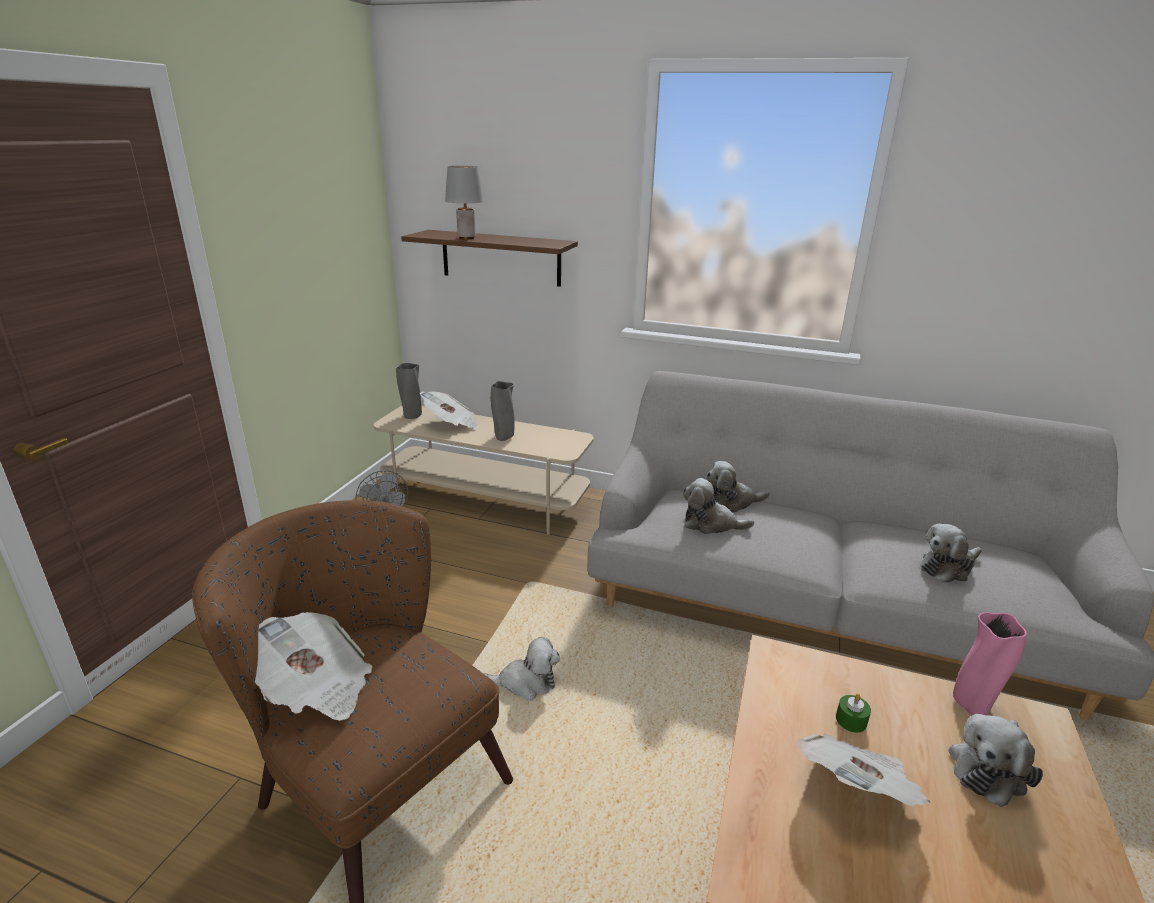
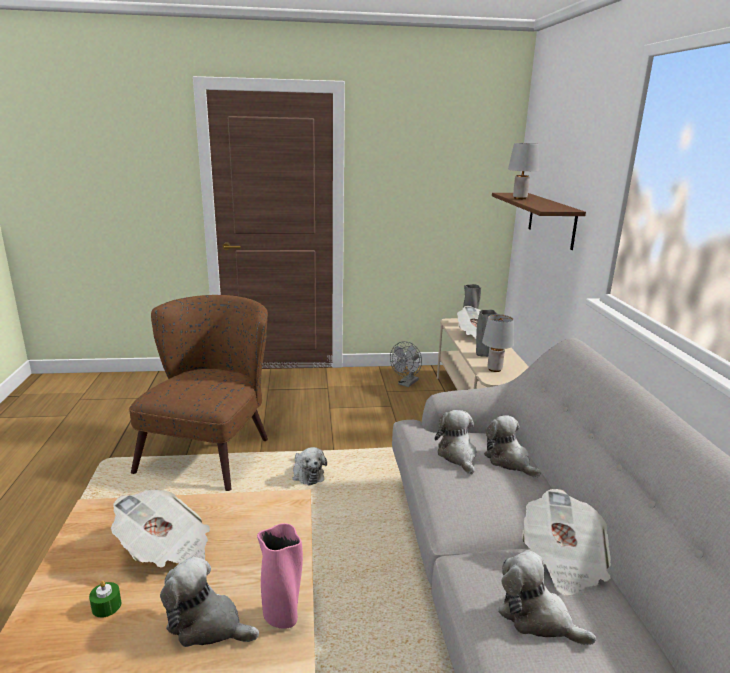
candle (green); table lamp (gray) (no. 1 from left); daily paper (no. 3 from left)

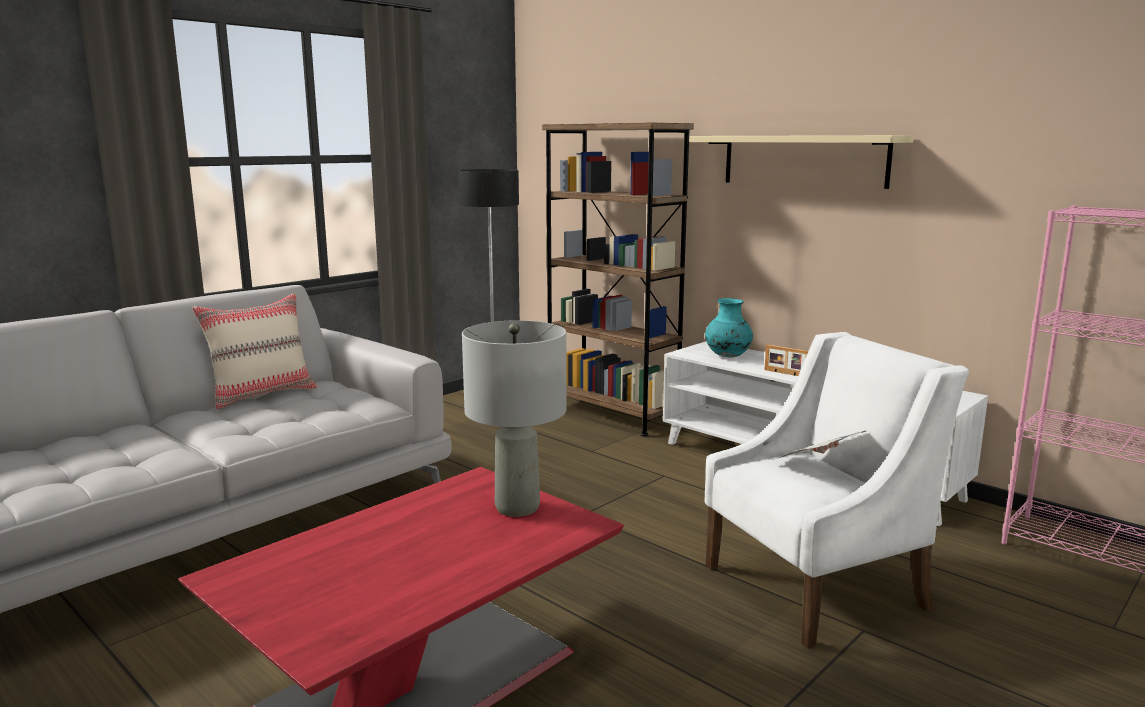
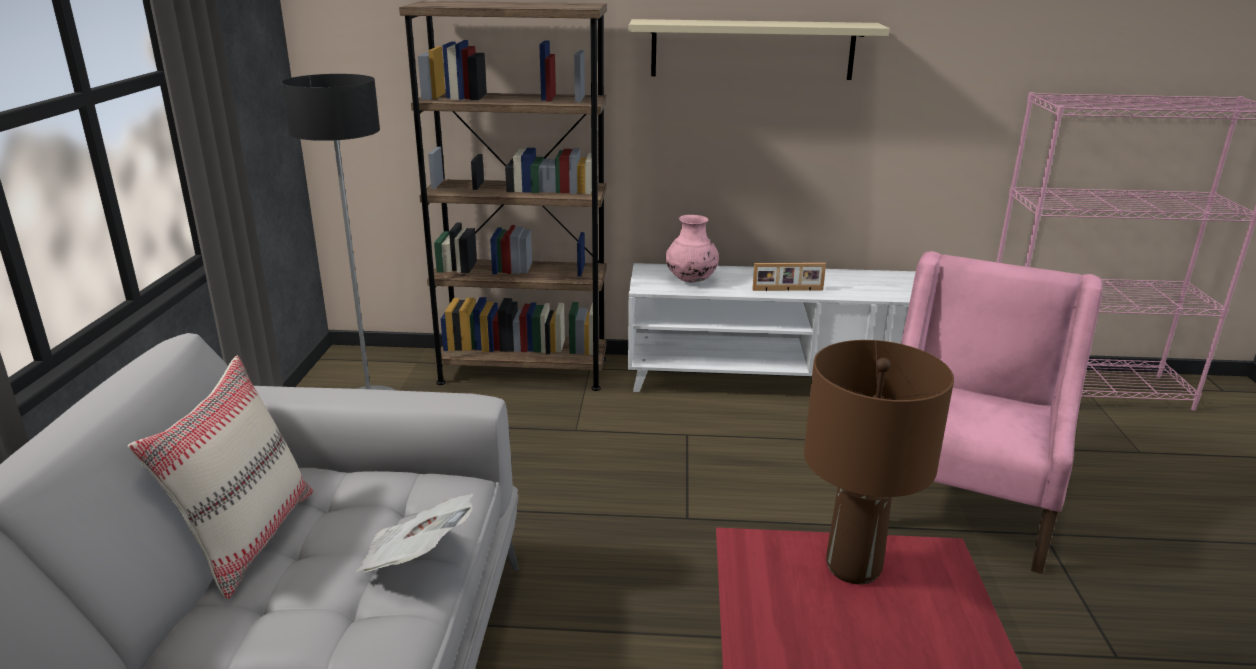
daily paper; vase (pink-coloured); table lamp (brownish); lounge chair (pink-coloured)

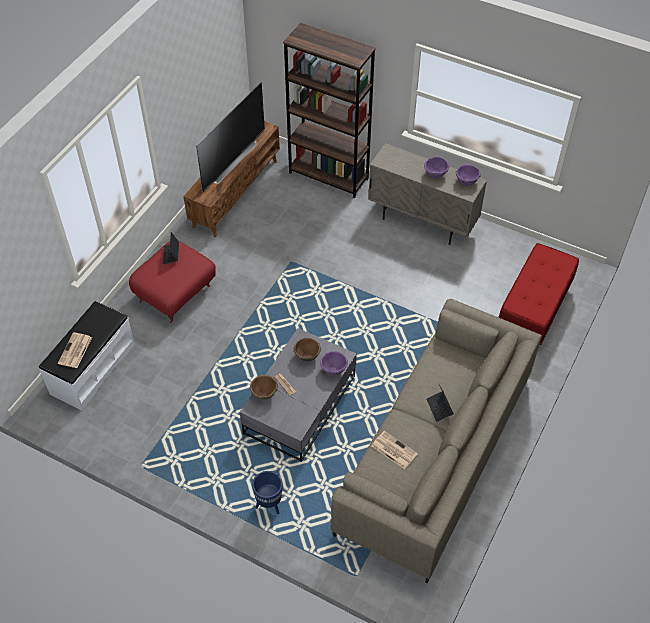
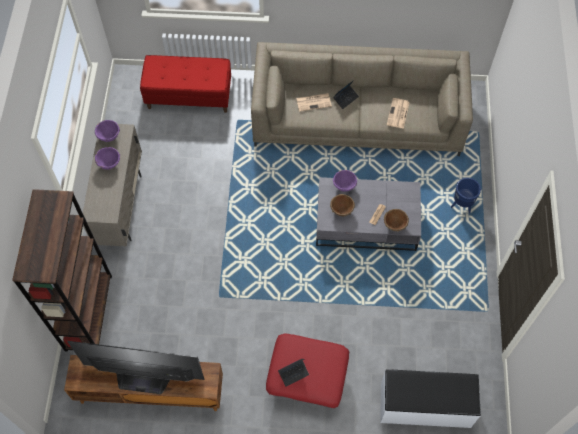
daily paper (no. 1 from left)

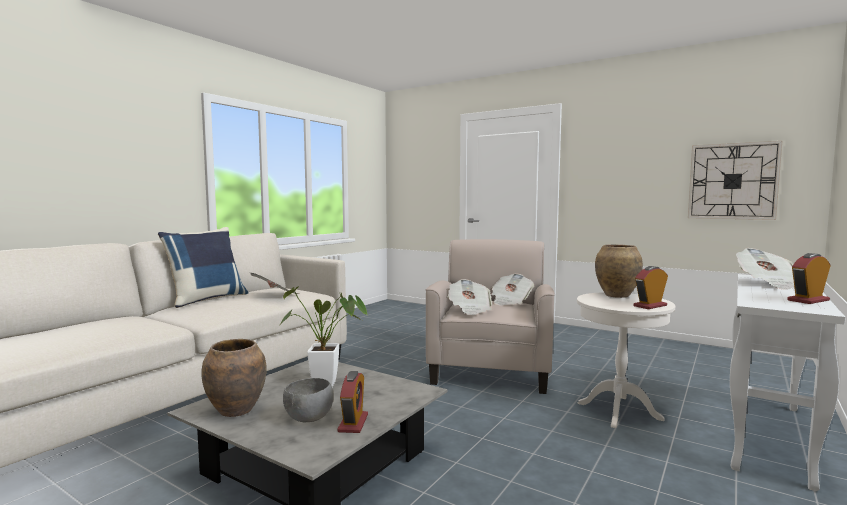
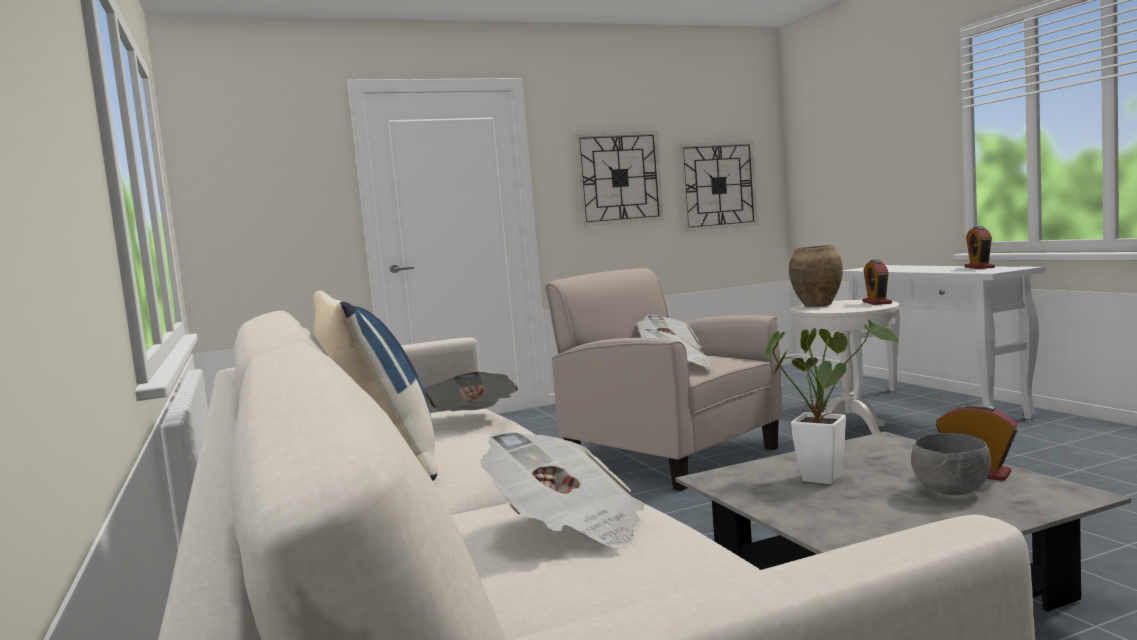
daily paper (no. 2 from left); clock on the wall (no. 1 from left); vase (brownish) (no. 1 from left in the first image)

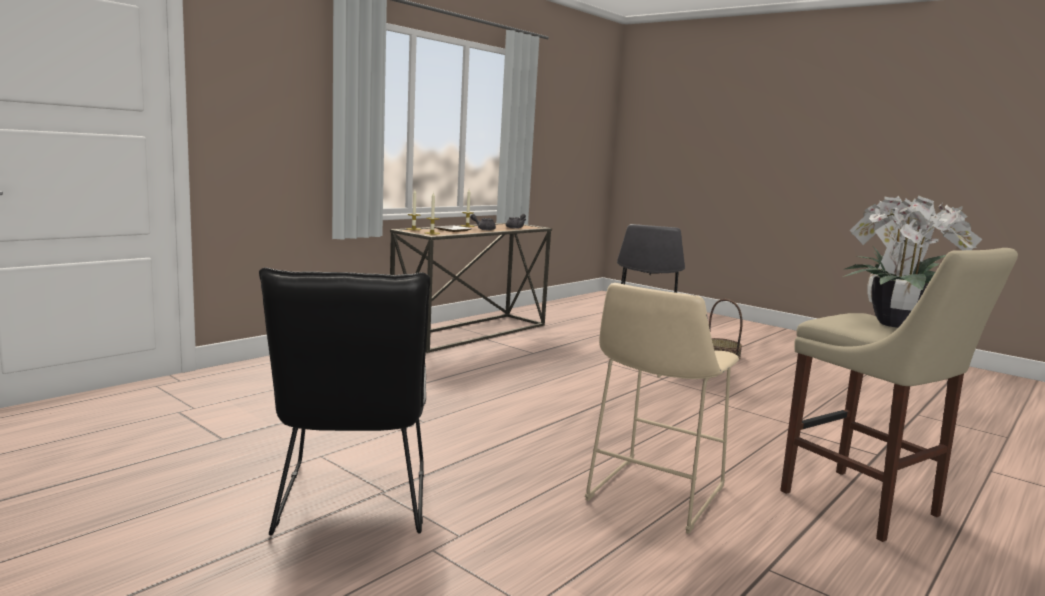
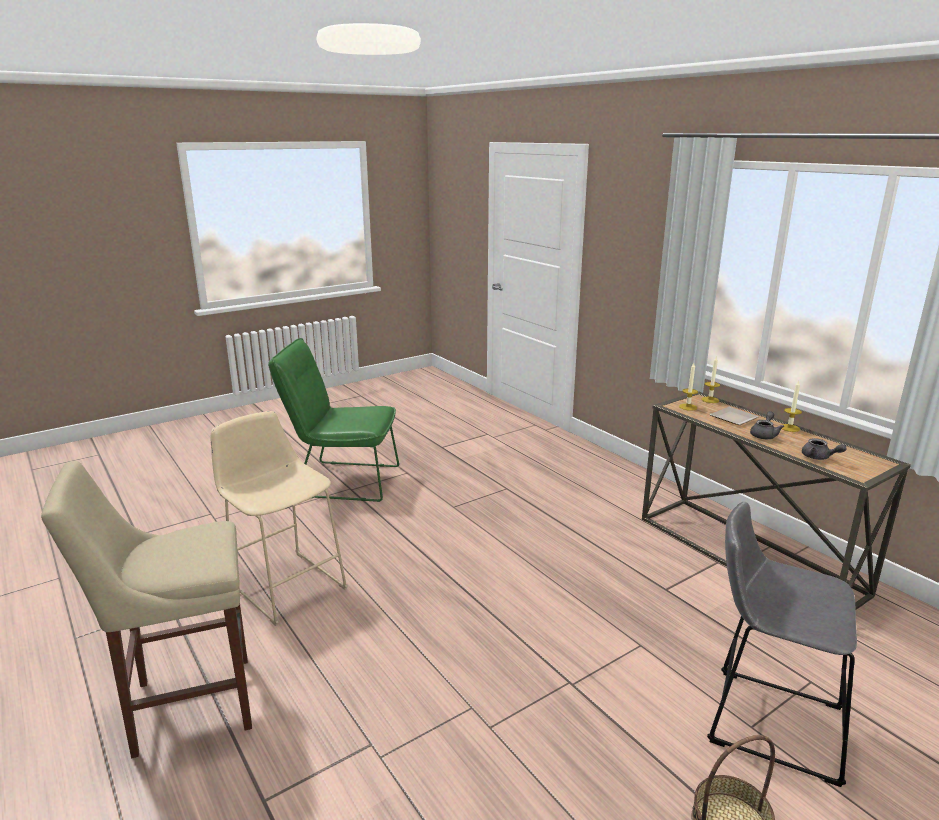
plain chair (green); plant in a pot

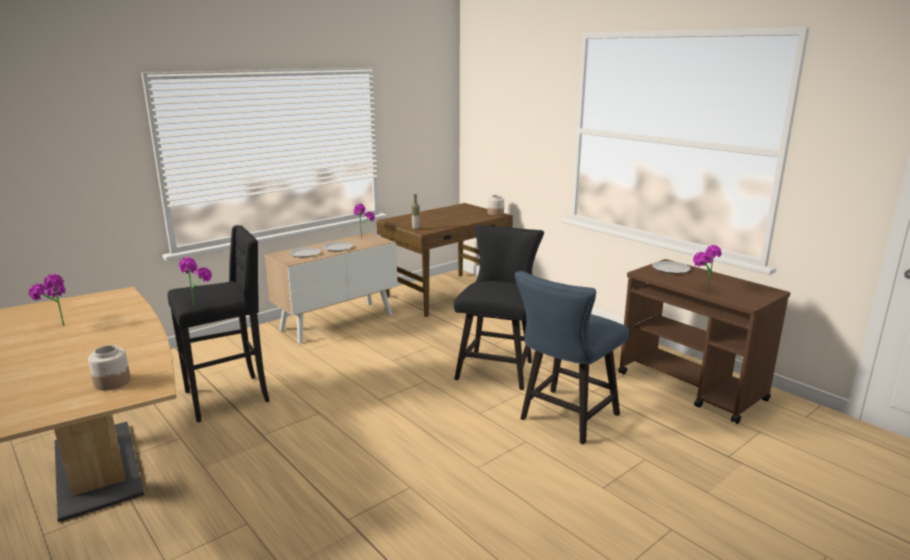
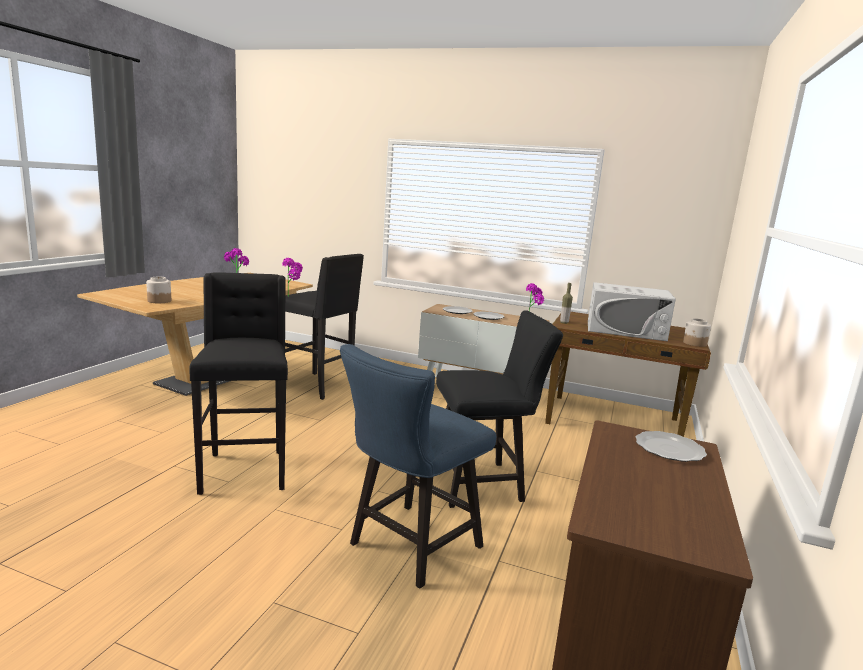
sitting stool (black) (no. 1 from left); plain chair (bluish); microwave oven (whitish); plant in a pot (no. 4 from left in the first image)

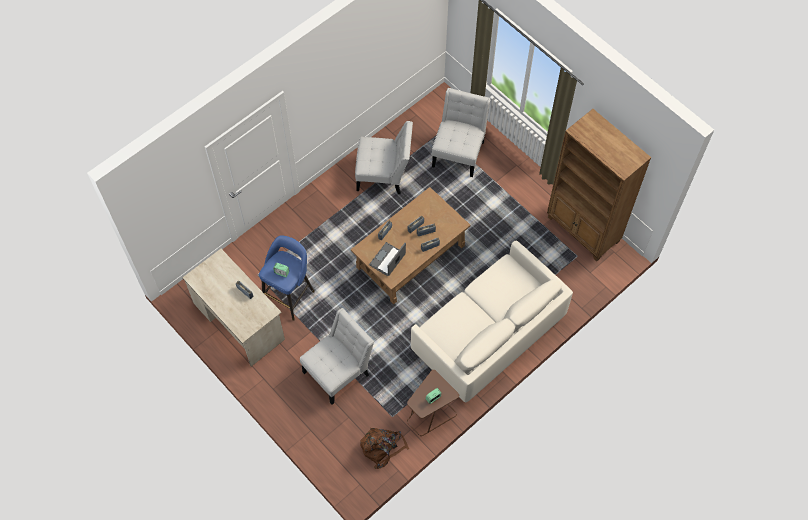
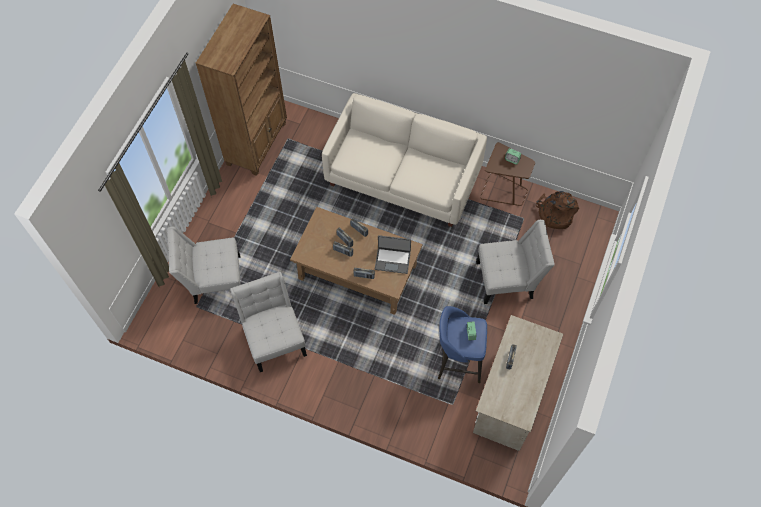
plain chair (whitish) (no. 3 from left)

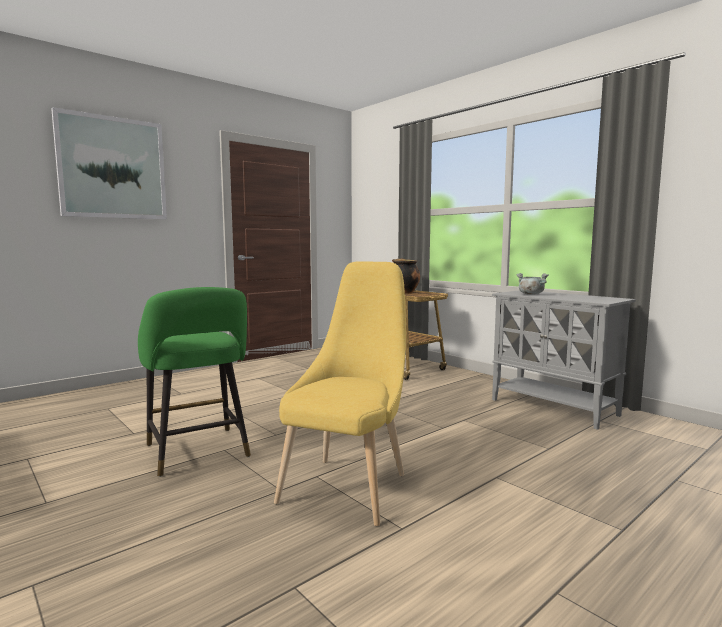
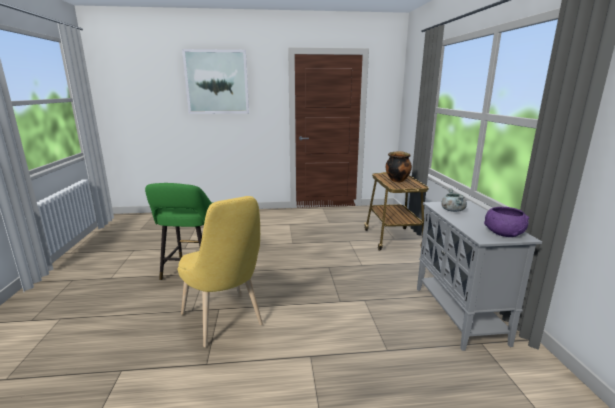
plain chair (yellow); bowl (purple-coloured)

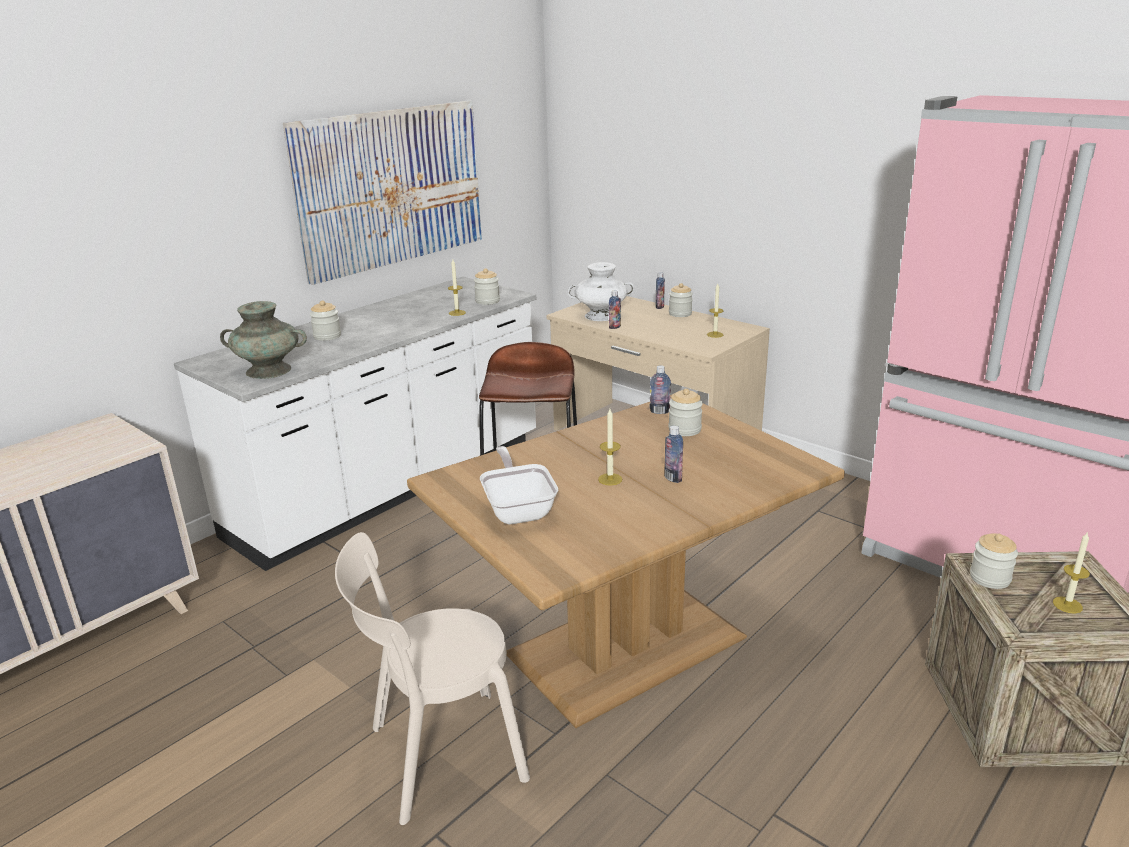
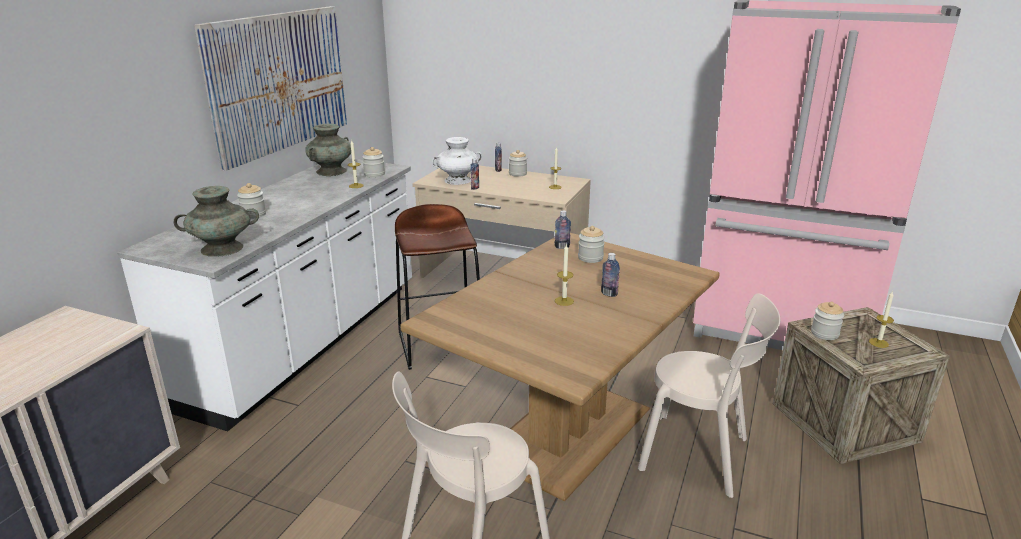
vase (blue-green) (no. 2 from left); plain chair (beige-coloured) (no. 2 from left); skillet

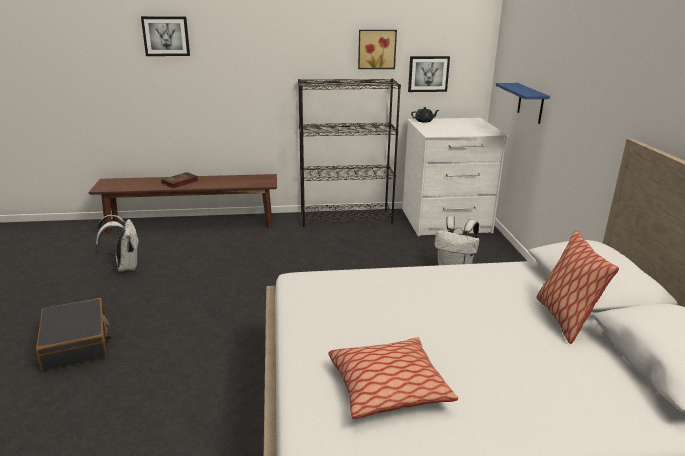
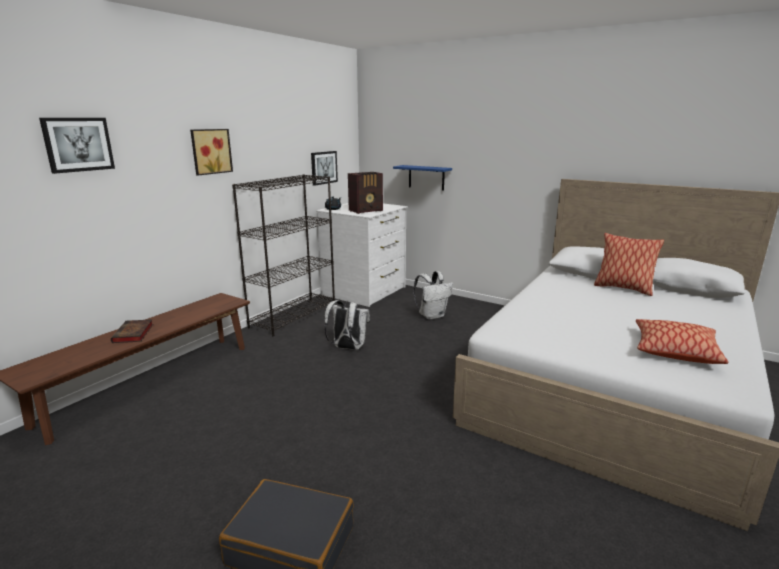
picture (no. 2 from left); backpack (whitish) (no. 1 from left); radio

